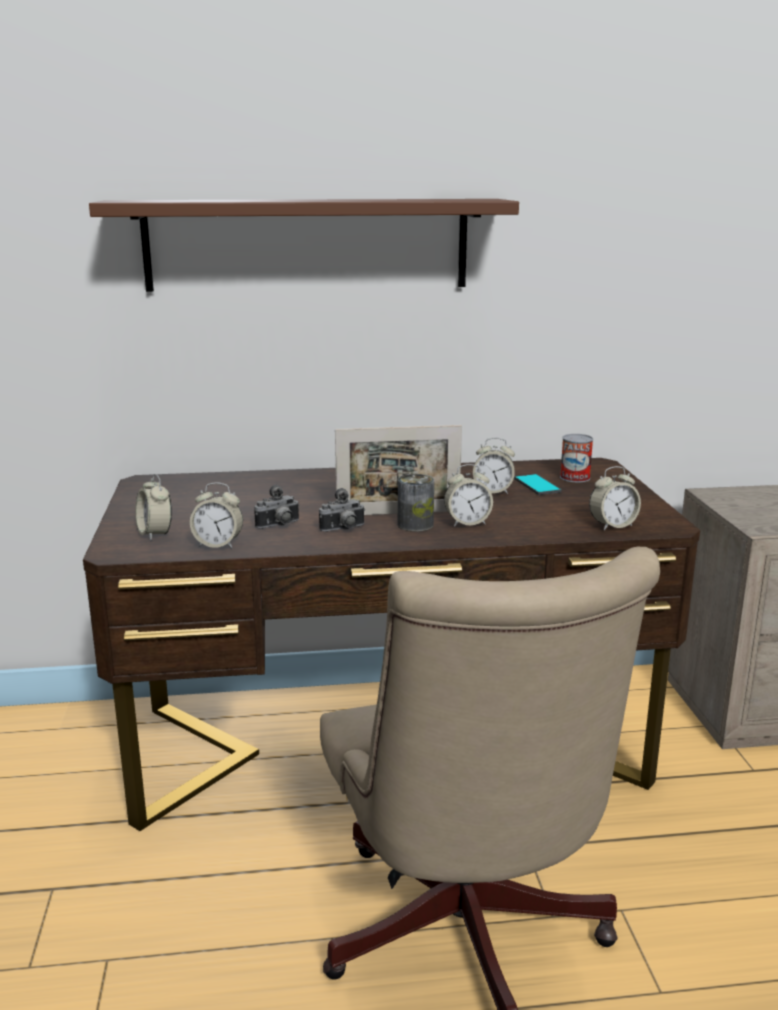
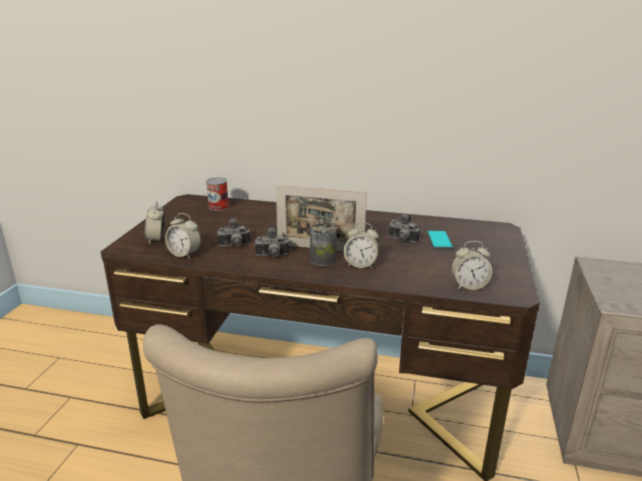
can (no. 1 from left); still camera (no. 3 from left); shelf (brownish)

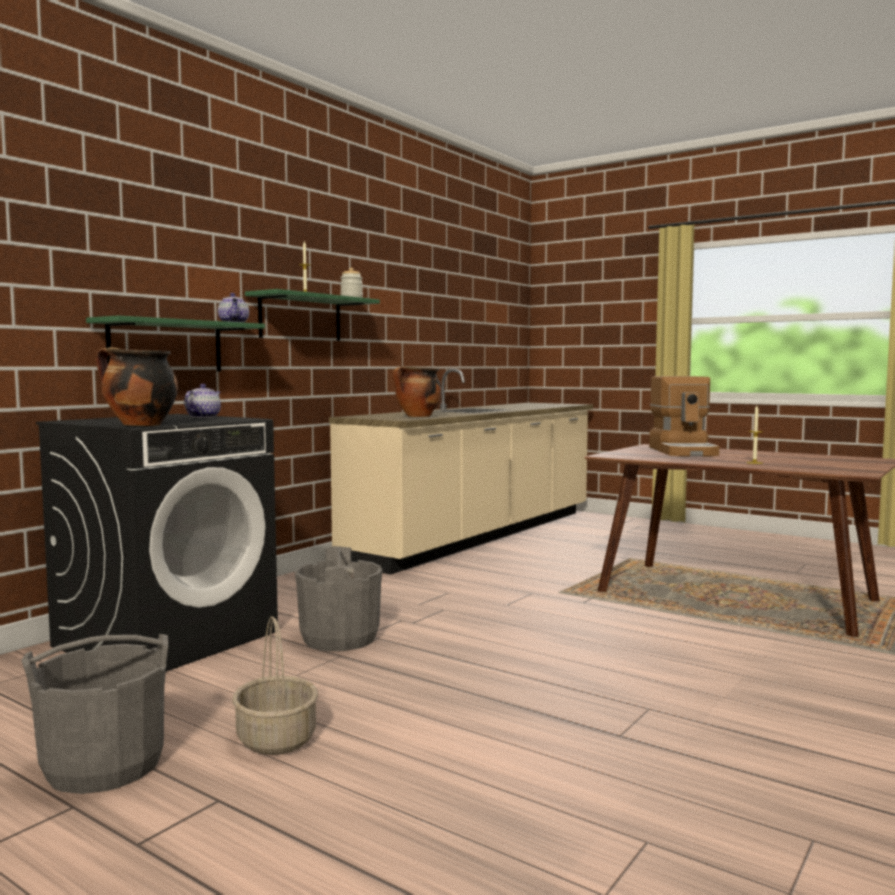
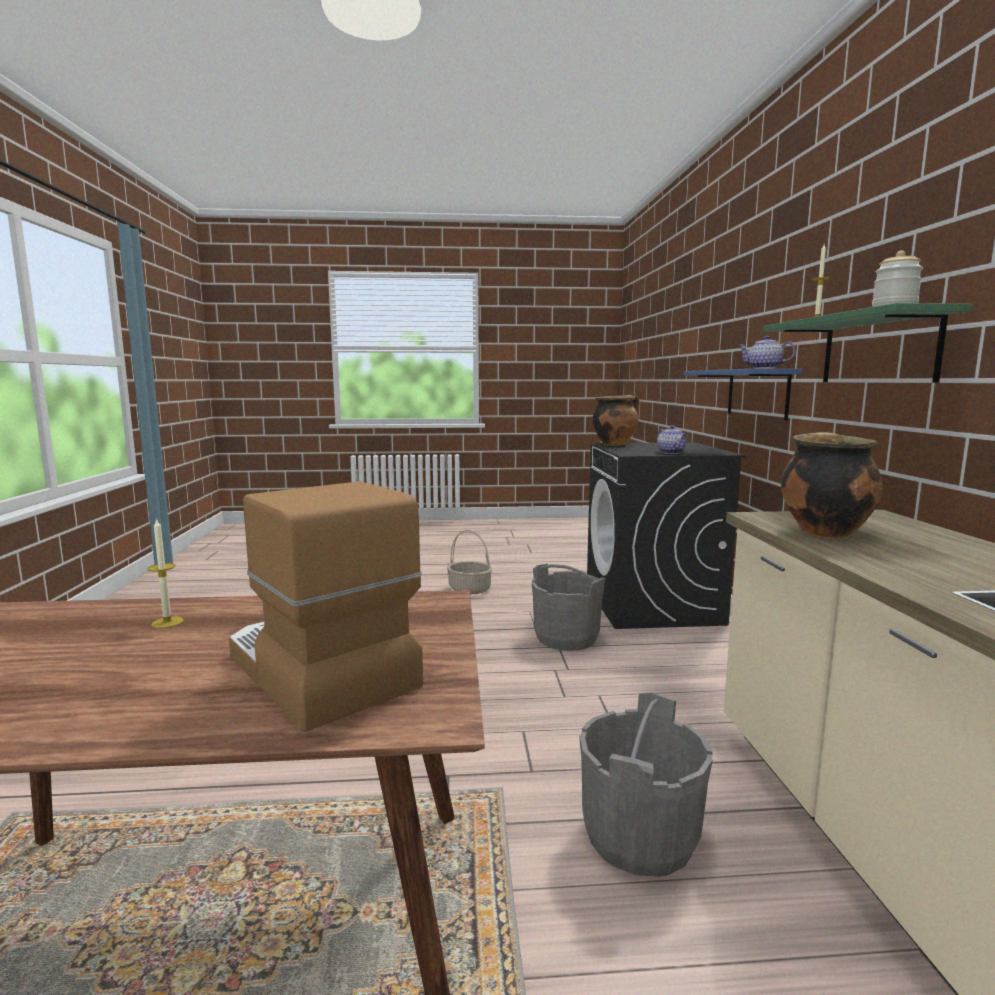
bucket (gray) (no. 2 from left); shelf (bluish)

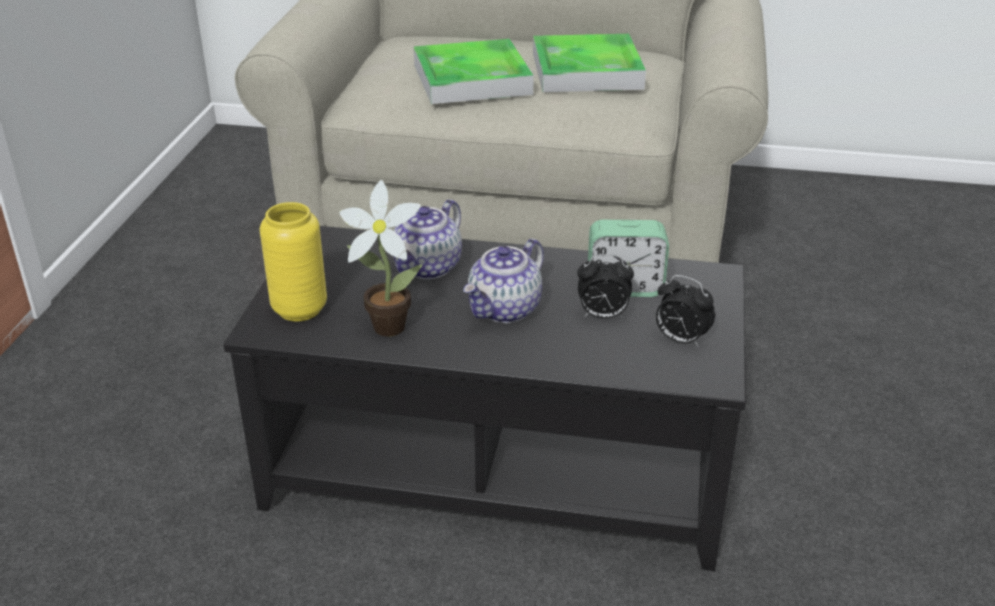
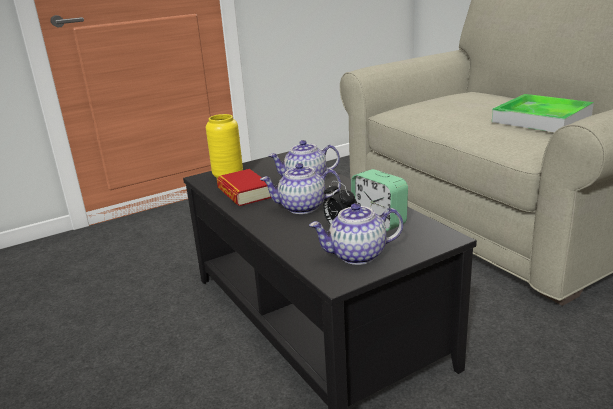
volume; teapot (no. 3 from left); carrying tray (no. 1 from left in the first image)

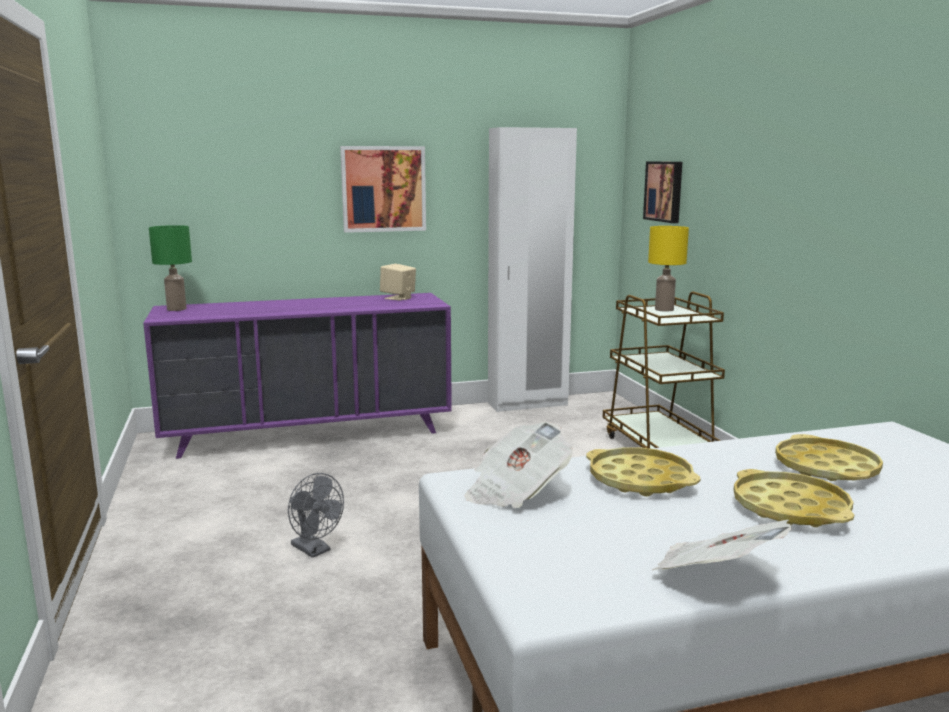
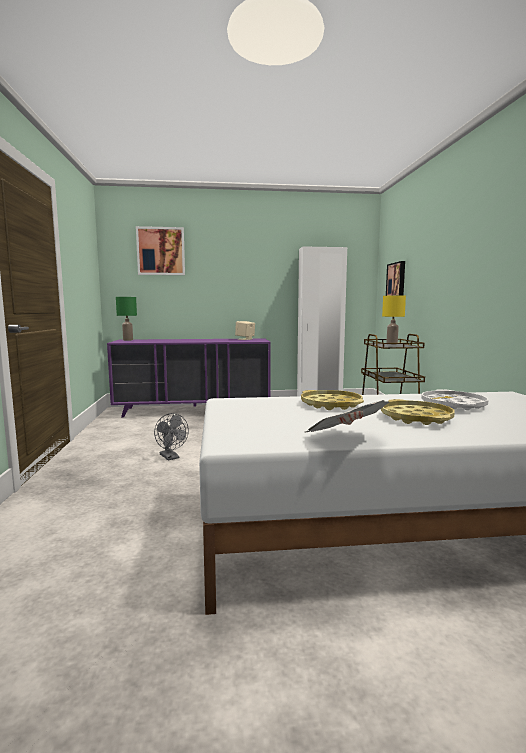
picture (no. 1 from left); carrying tray (whitish); daily paper (no. 1 from left in the first image)

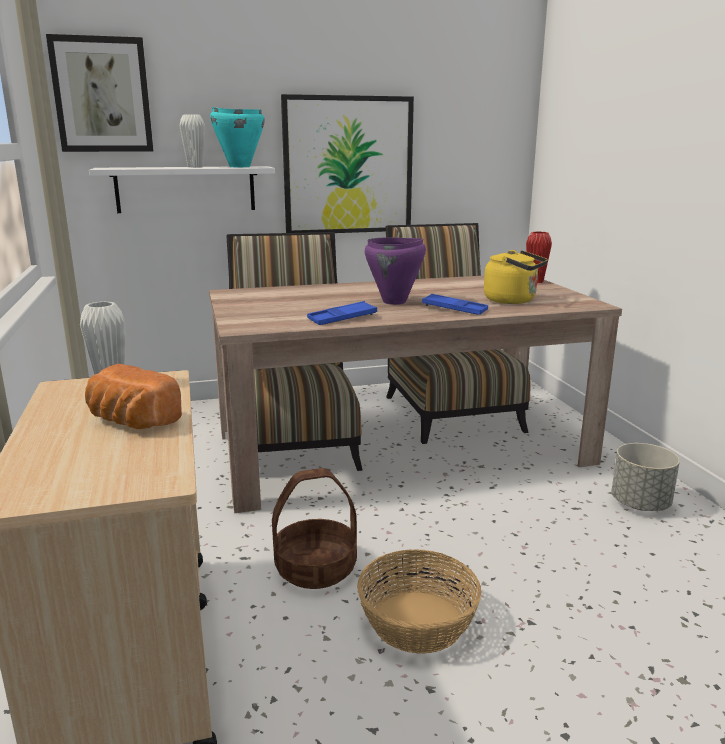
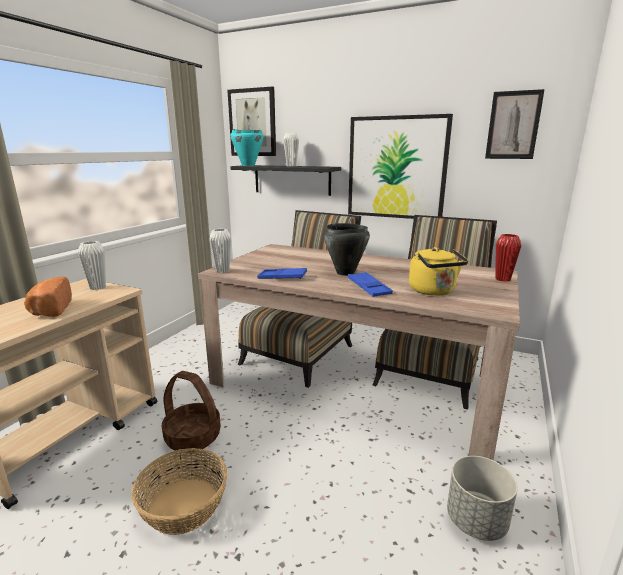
vase (whitish) (no. 2 from left); shelf (black); saucepot (blue-green); saucepot (black); picture (no. 3 from left)

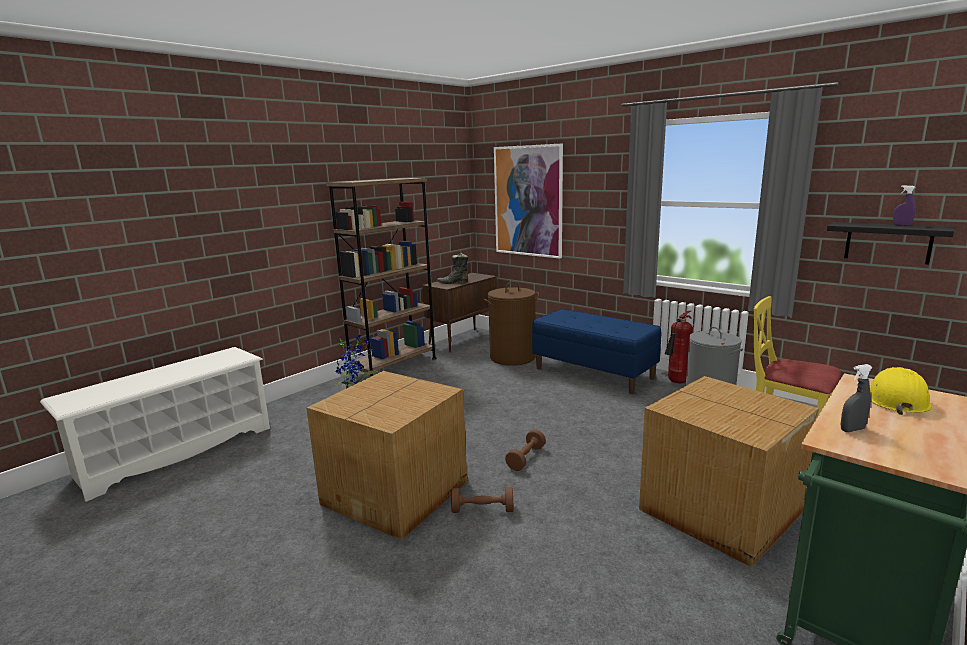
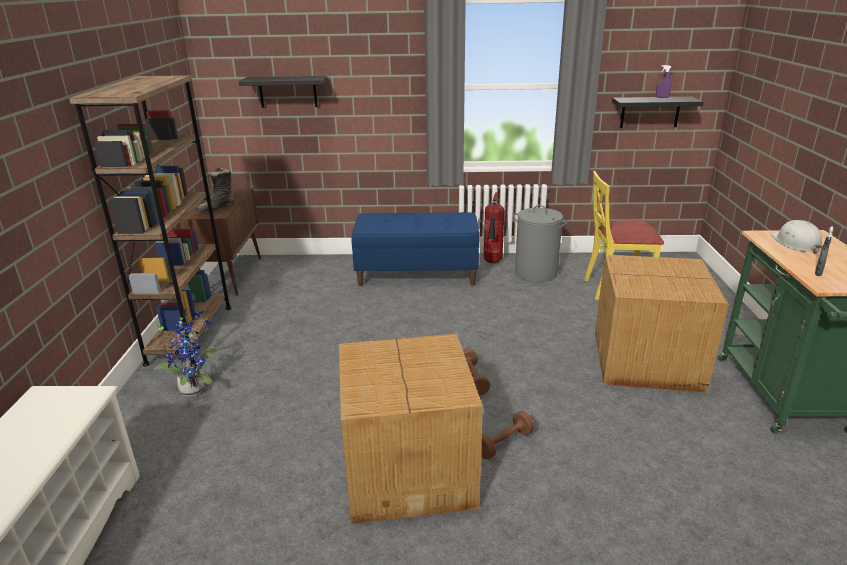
shelf (black) (no. 1 from left); safety helmet (whitish); washing basket (brownish)

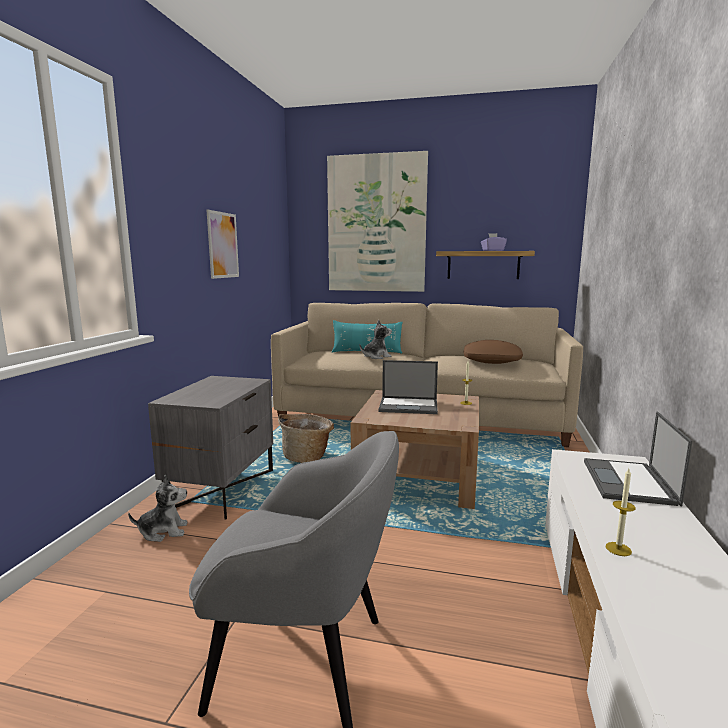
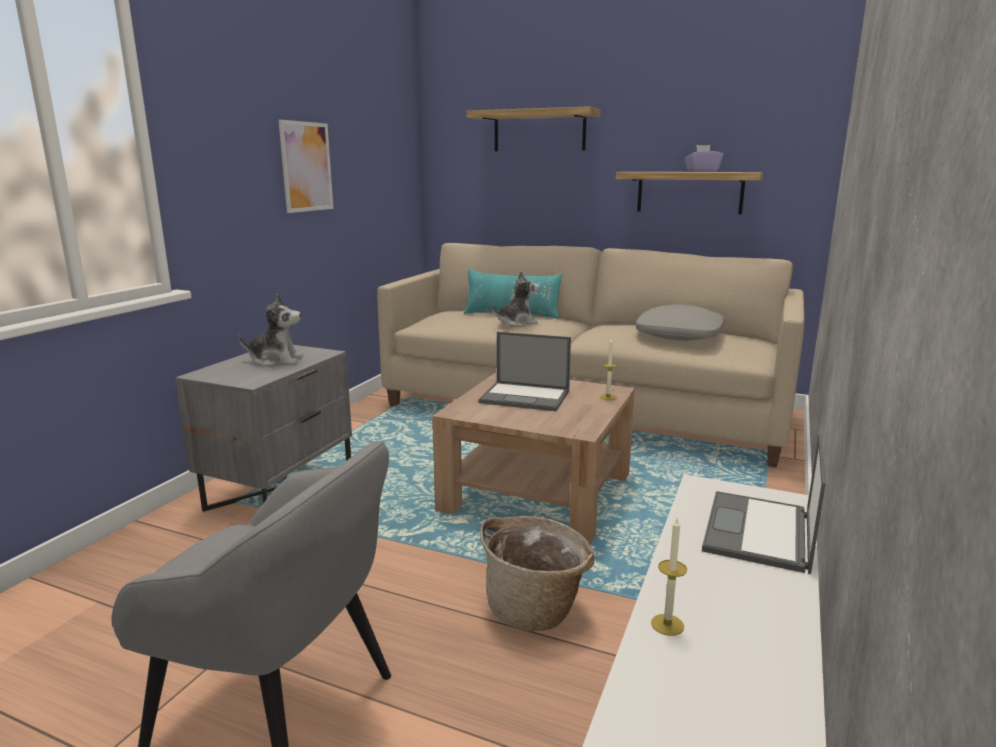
soft toy (no. 1 from left); shelf (no. 1 from left); storage basket; pillow (gray)

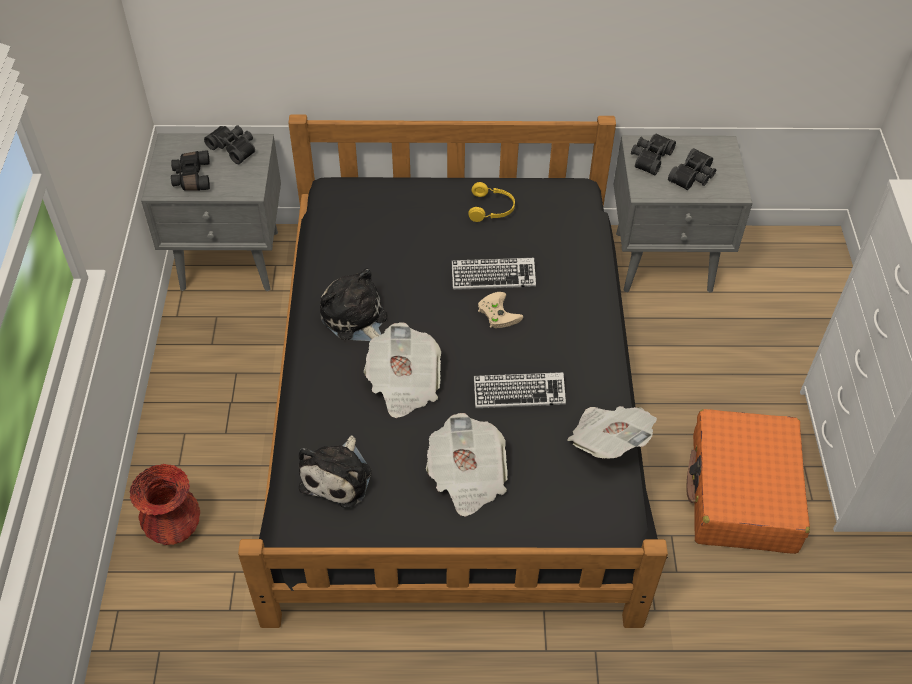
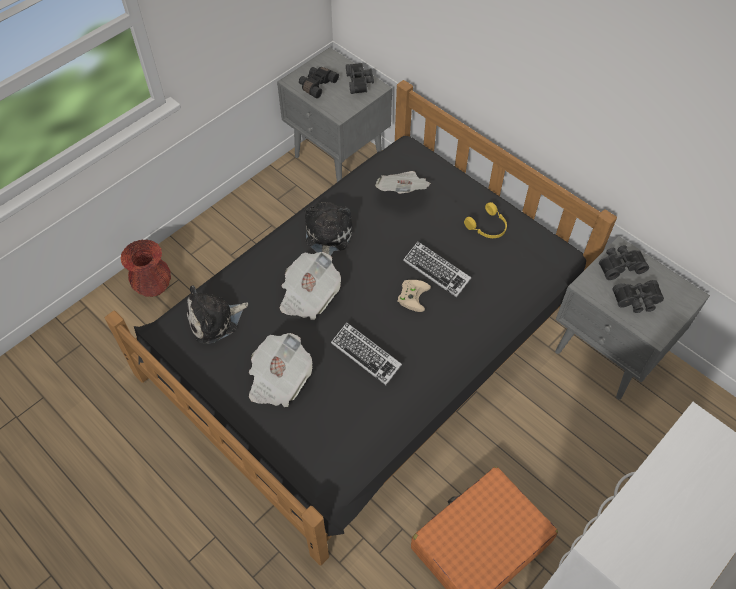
daily paper (no. 3 from left)

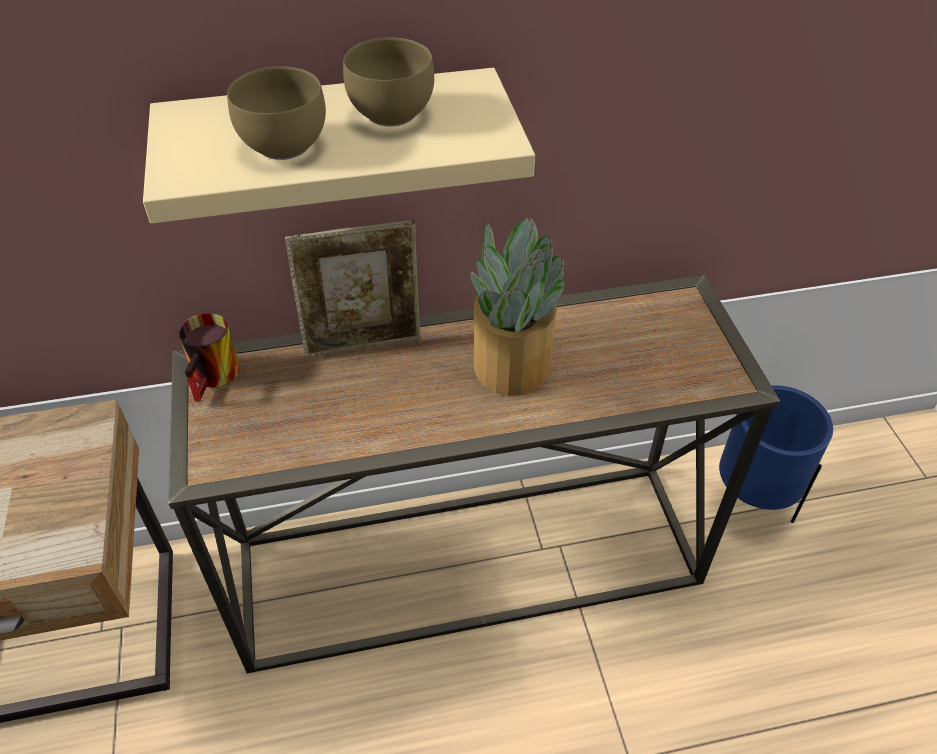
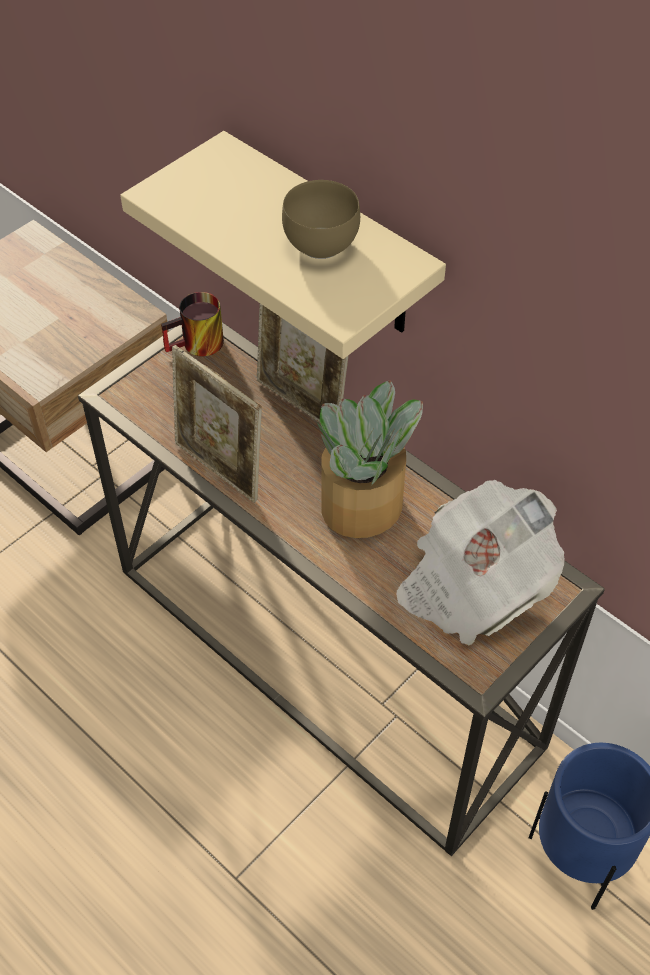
photo frame (no. 1 from left); daily paper; bowl (brownish) (no. 1 from left in the first image)

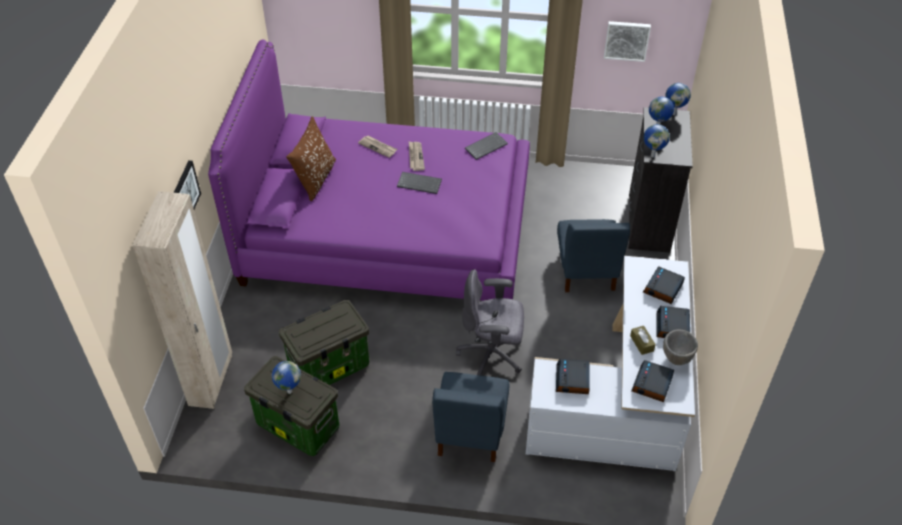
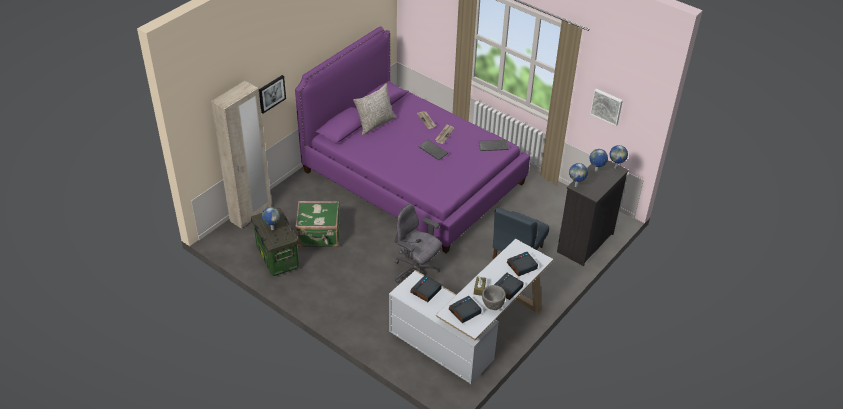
travel case (green); pillow (gray); plain chair (bluish) (no. 1 from left in the first image)

